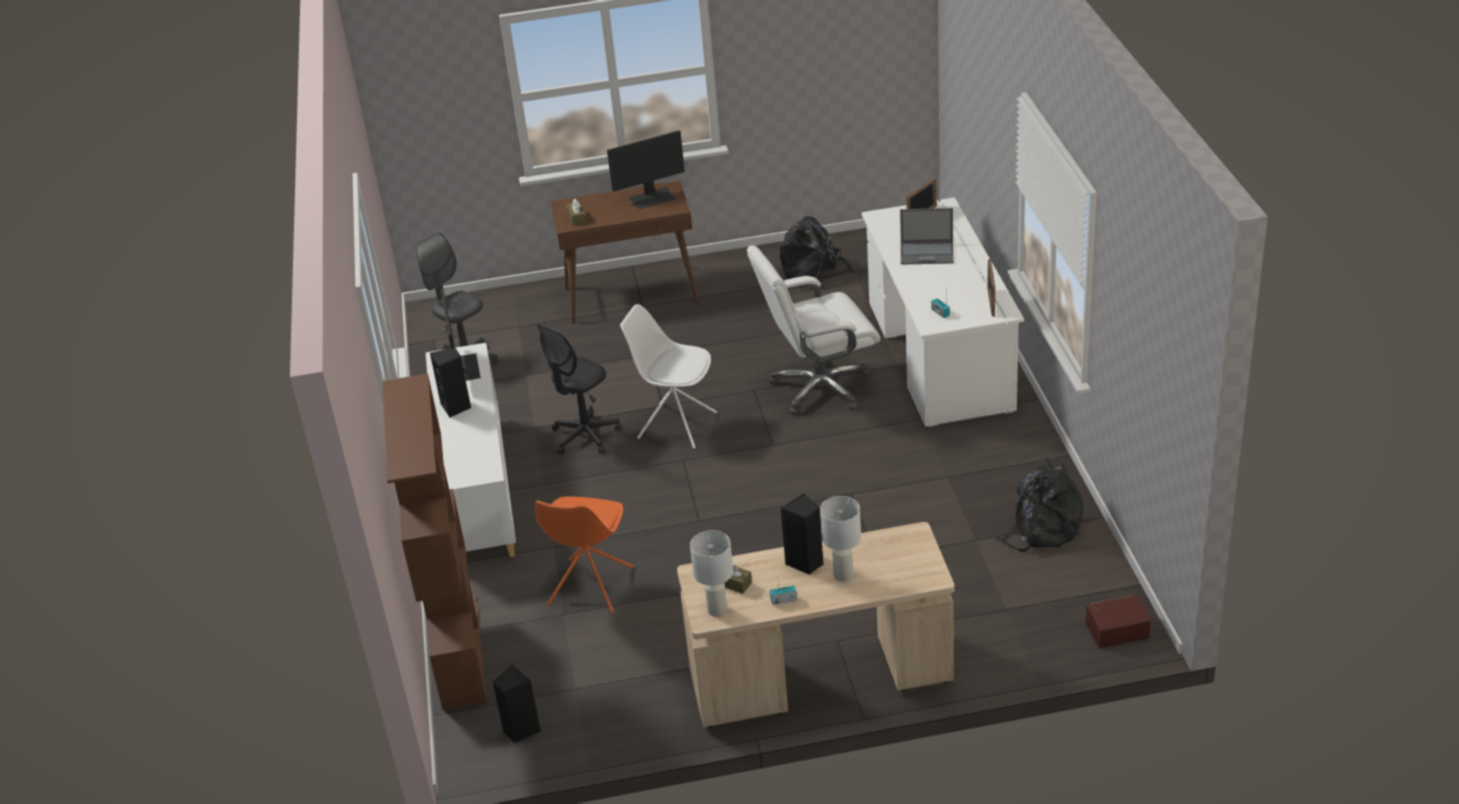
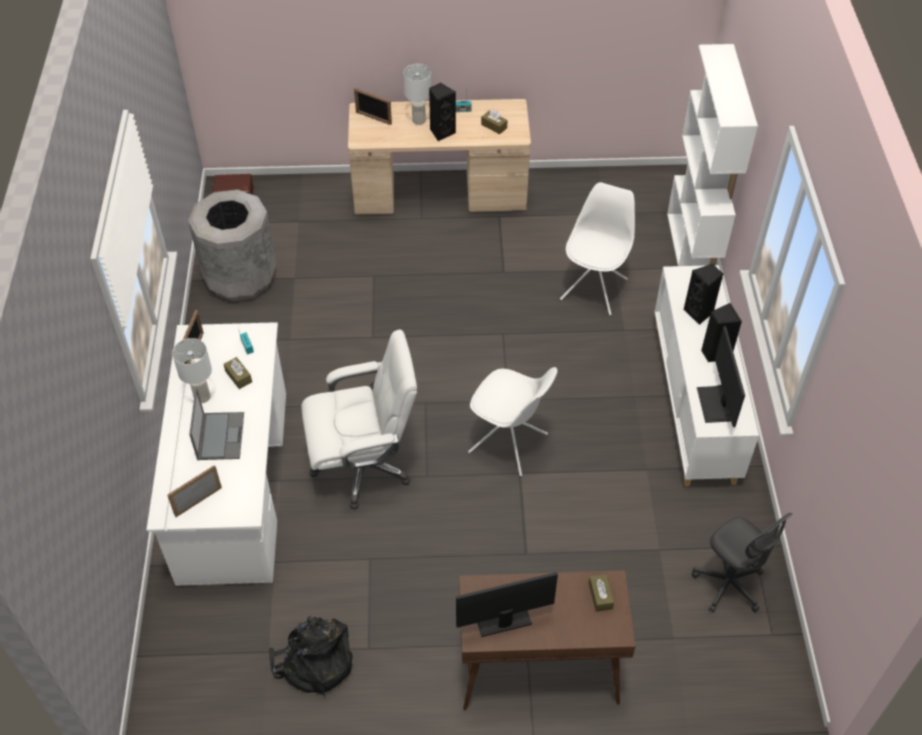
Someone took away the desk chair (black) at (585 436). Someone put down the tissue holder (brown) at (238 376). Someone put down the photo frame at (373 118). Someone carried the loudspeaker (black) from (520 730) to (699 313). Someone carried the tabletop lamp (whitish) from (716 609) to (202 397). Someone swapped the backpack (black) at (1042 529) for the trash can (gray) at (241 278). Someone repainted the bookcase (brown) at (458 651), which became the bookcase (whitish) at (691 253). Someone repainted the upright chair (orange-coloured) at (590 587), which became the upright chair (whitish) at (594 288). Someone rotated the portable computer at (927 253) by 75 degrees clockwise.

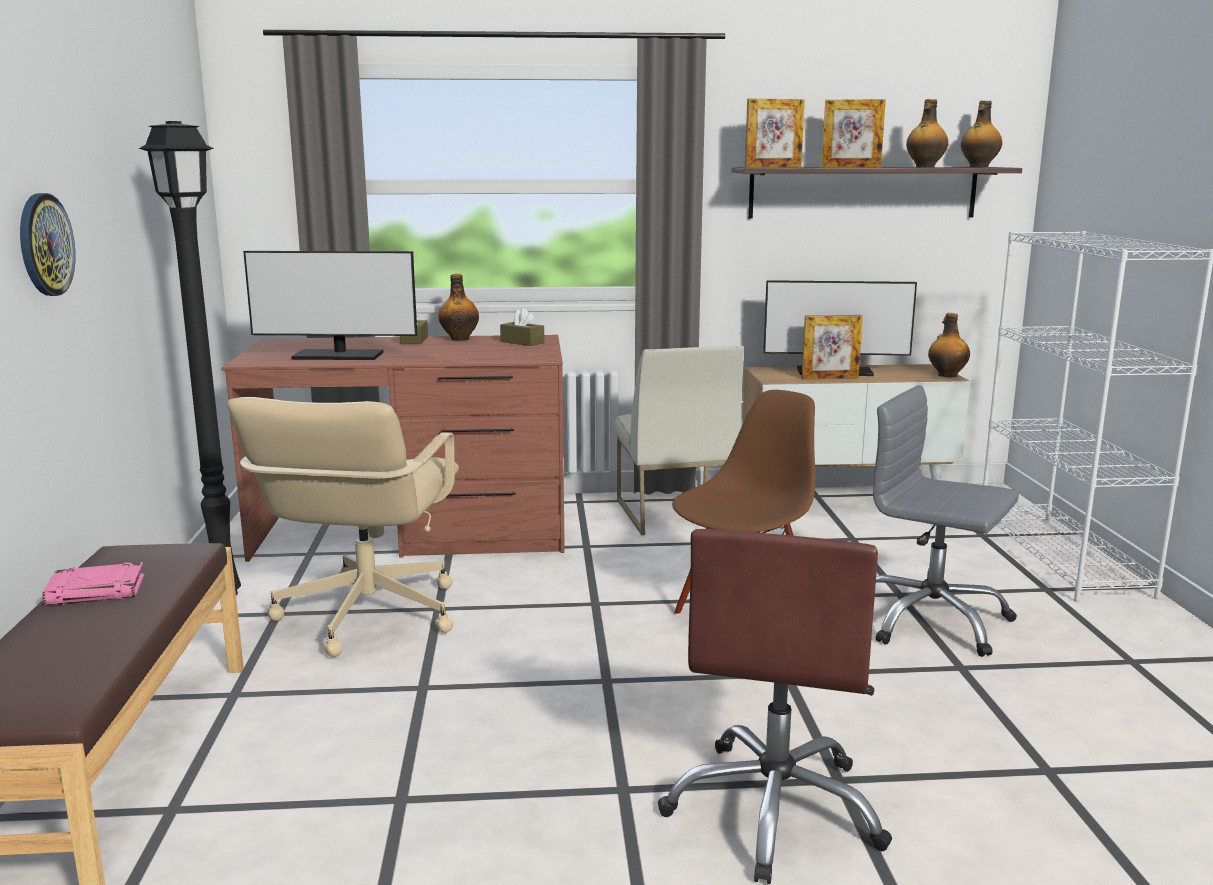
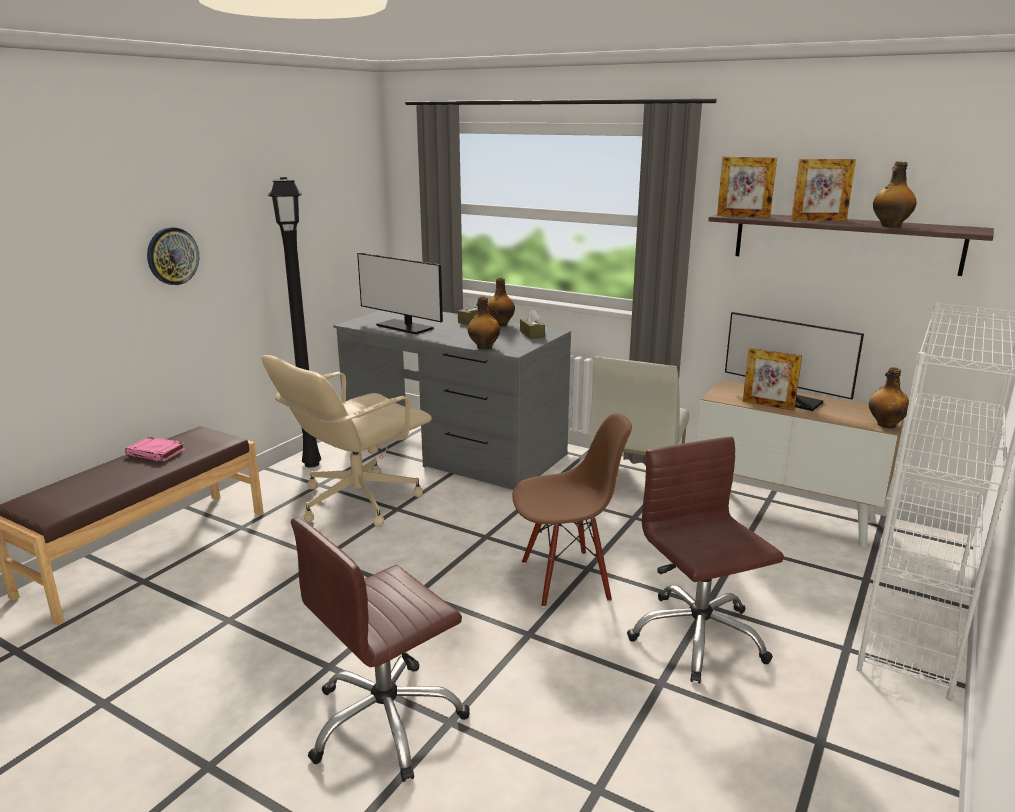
Someone carried the drink bottle from (978 166) to (484 347). Someone repainted the desk unit (brown) at (414 531), which became the desk unit (gray) at (454 450). Someone repainted the desk chair (gray) at (931 621), which became the desk chair (brown) at (697 636). Someone rotated the photo frame at (851 167) by 45 degrees counterclockwise.

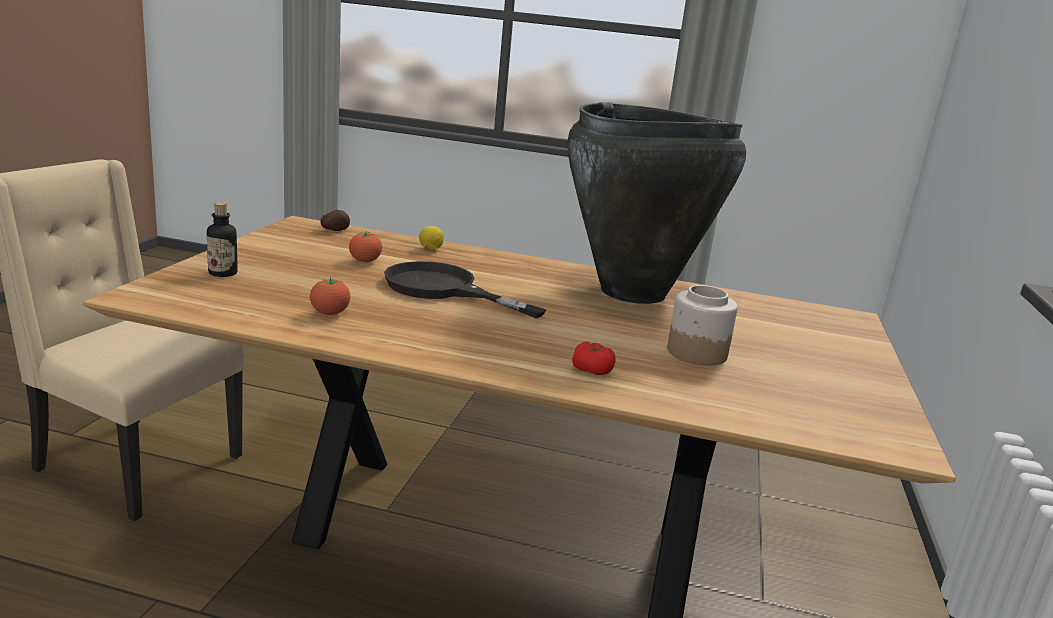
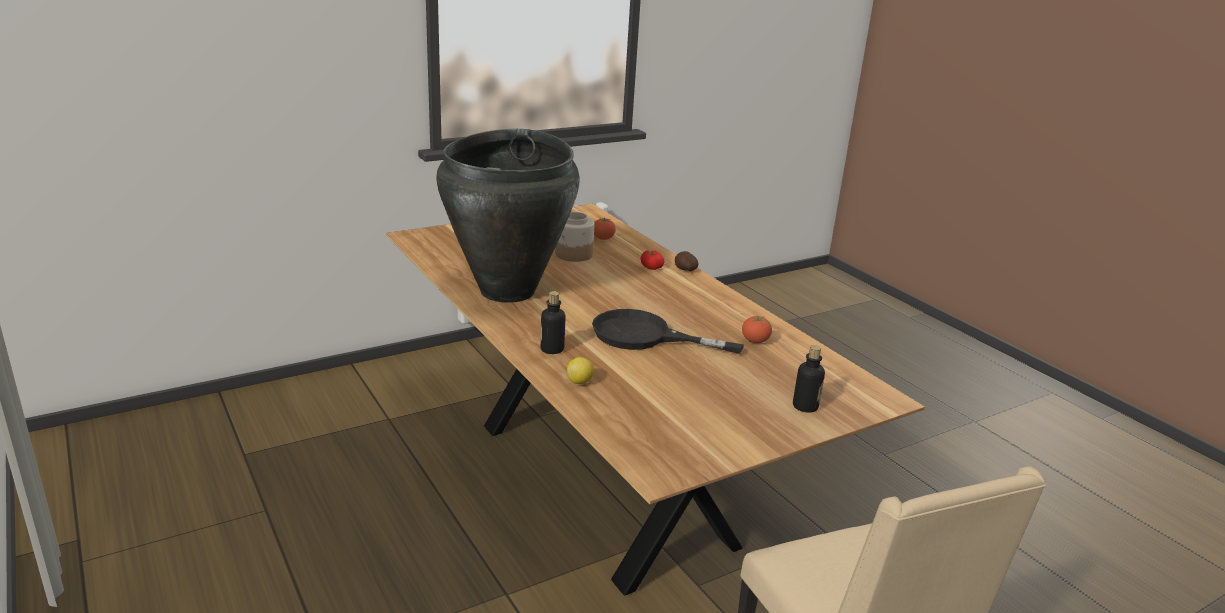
Someone put down the drink bottle at (552 349). Someone carried the spud from (335 230) to (685 270). Someone carried the fresh tomato from (365 261) to (603 239). Someone rotated the frying pan (black) at (443 289) by 120 degrees clockwise.

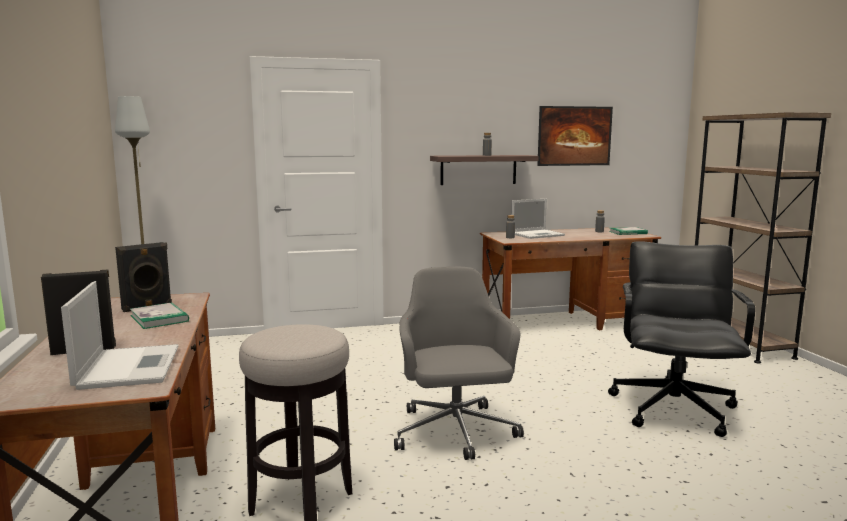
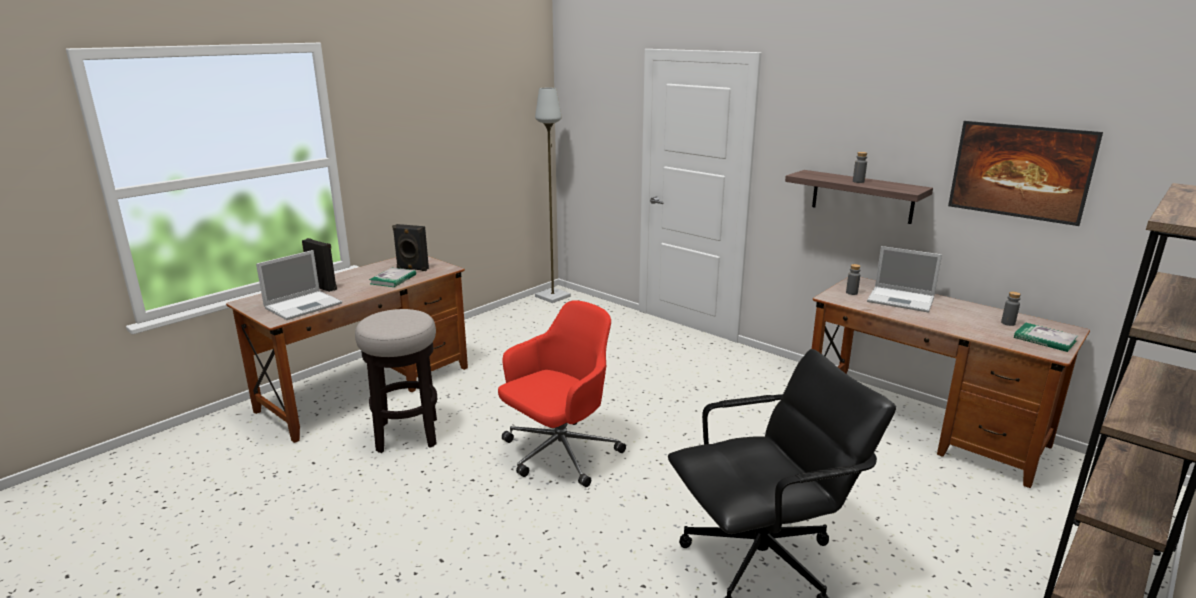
Someone repainted the desk chair (gray) at (455 433), which became the desk chair (red) at (559 454).

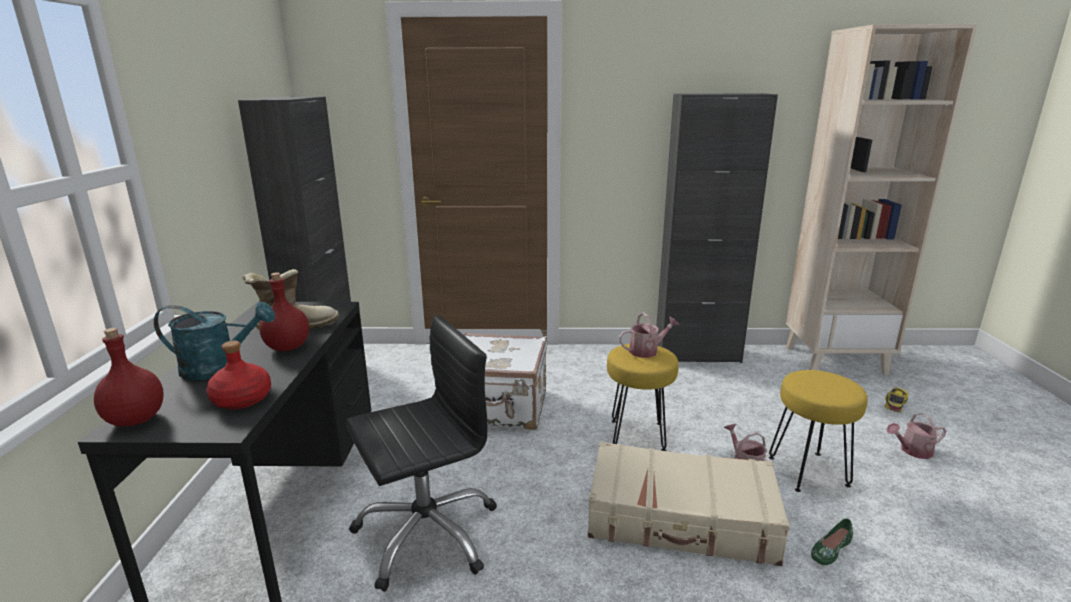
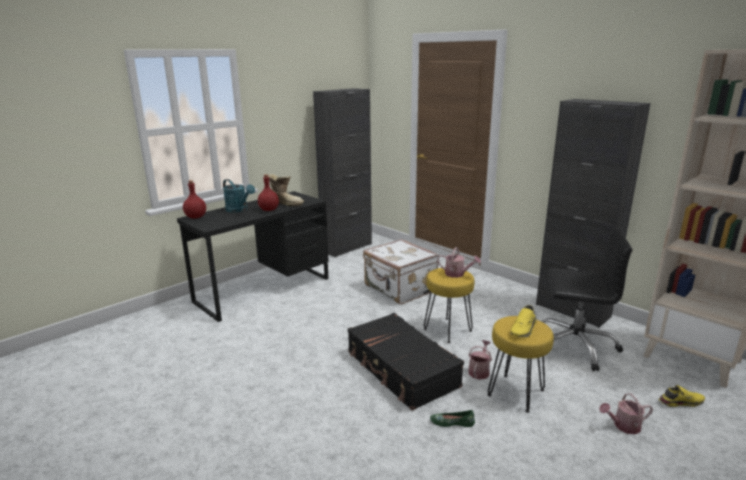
Someone took away the drink bottle (red) at (242 400). Someone put down the low shoe (yellow) at (524 329). Someone carried the desk chair (black) from (426 533) to (574 345). Someone repainted the piece of luggage (beige-coloured) at (681 519), which became the piece of luggage (black) at (401 369). Someone rotated the watering can at (912 451) by 45 degrees counterclockwise.

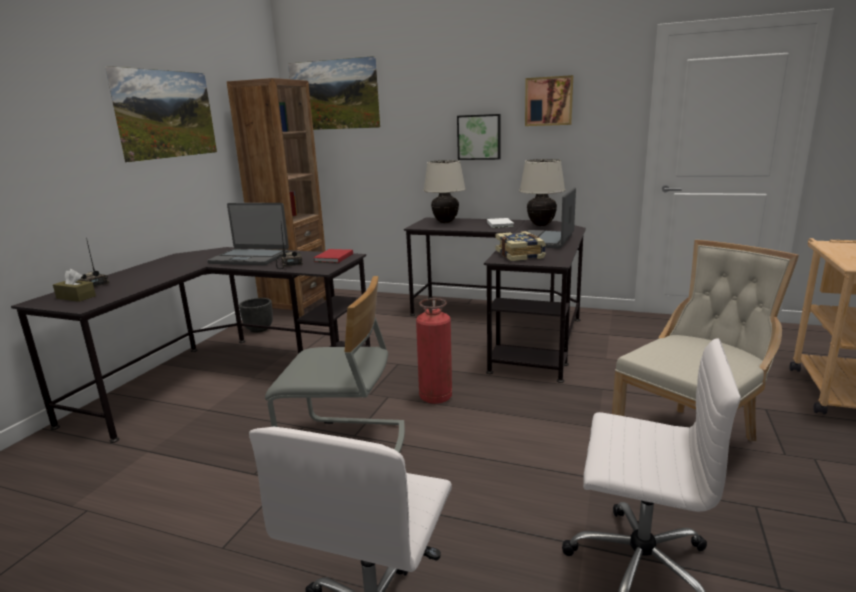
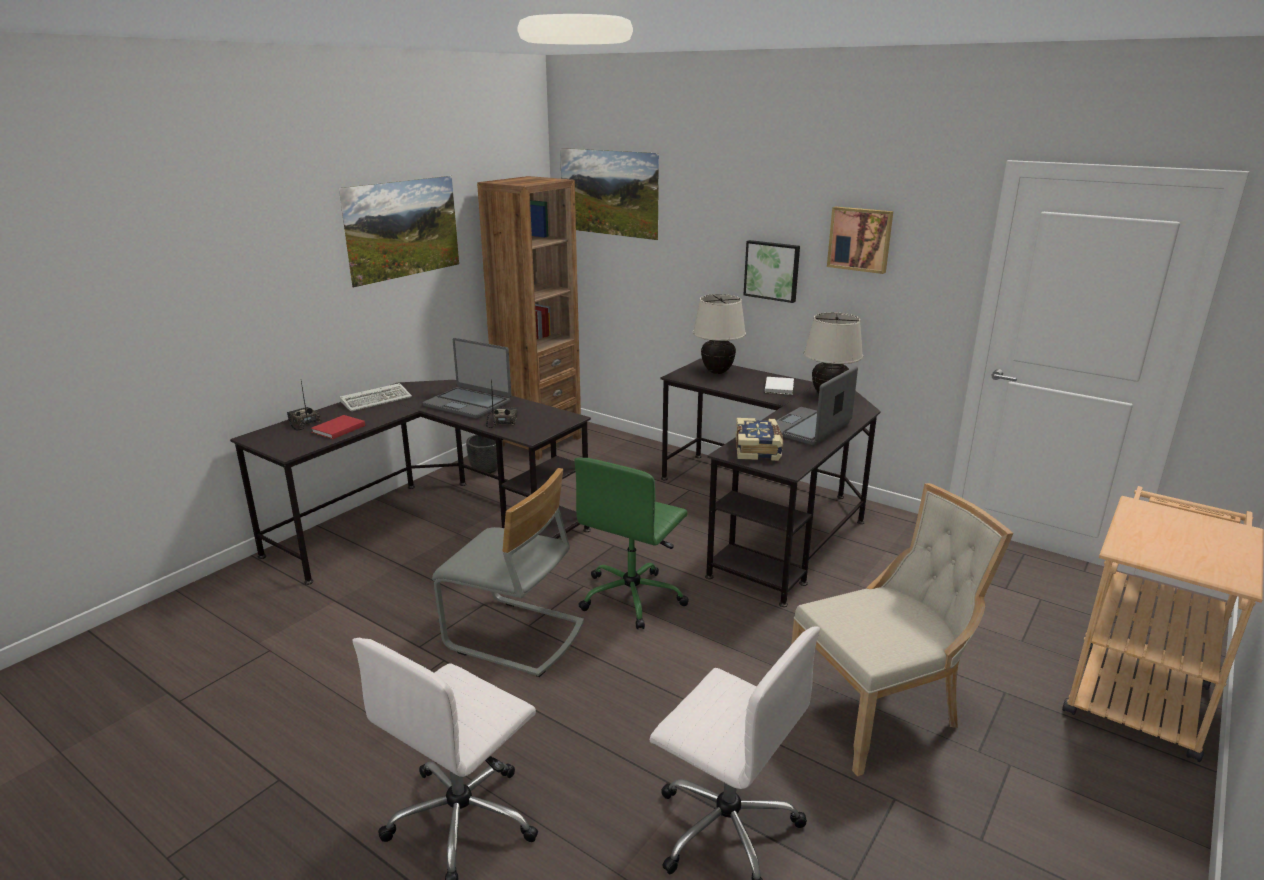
Someone took away the tissue holder (brown) at (76 297). Someone put down the keyboard at (377 400). Someone carried the book (red) from (333 258) to (337 429). Someone swapped the fire extinguisher at (435 397) for the desk chair (green) at (632 597).

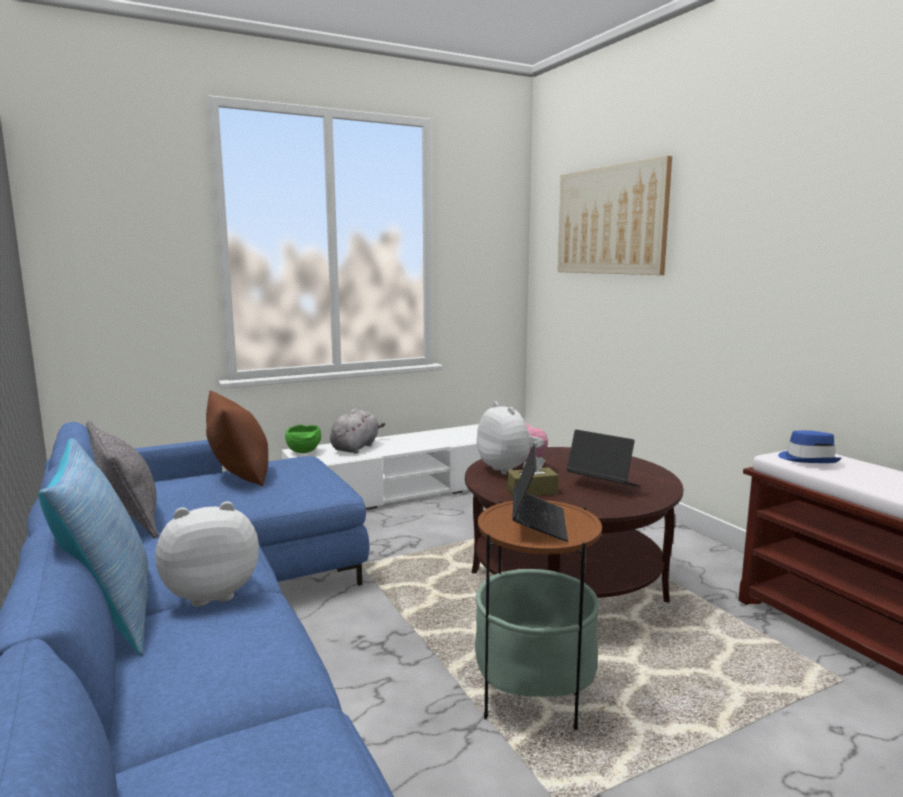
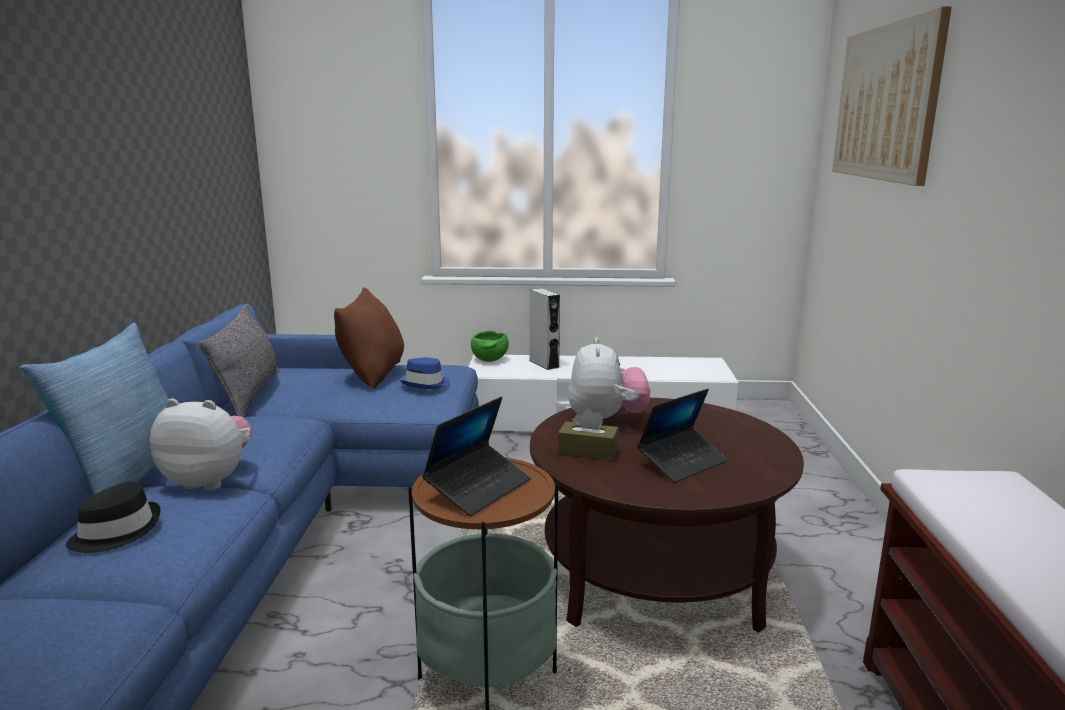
Someone put down the wearable hat (black) at (116 531). Someone carried the wearable hat (blue) from (808 459) to (426 384). Someone swapped the plush toy (gray) at (356 447) for the loudspeaker (gray) at (544 364). Someone rotated the portable computer at (602 485) by 75 degrees clockwise.

